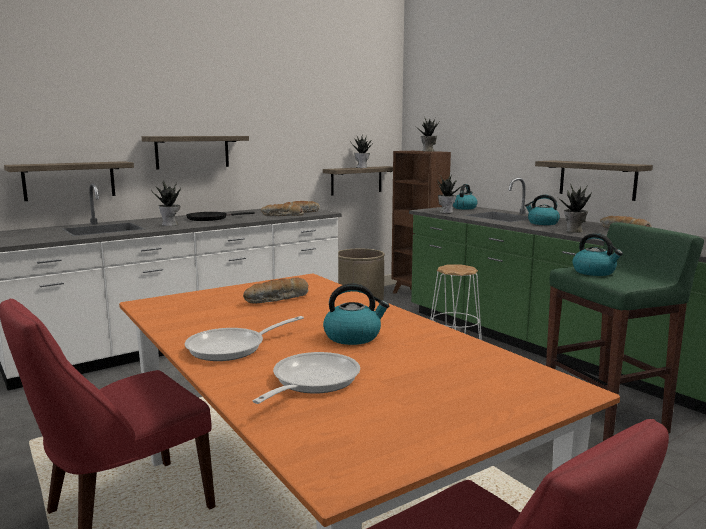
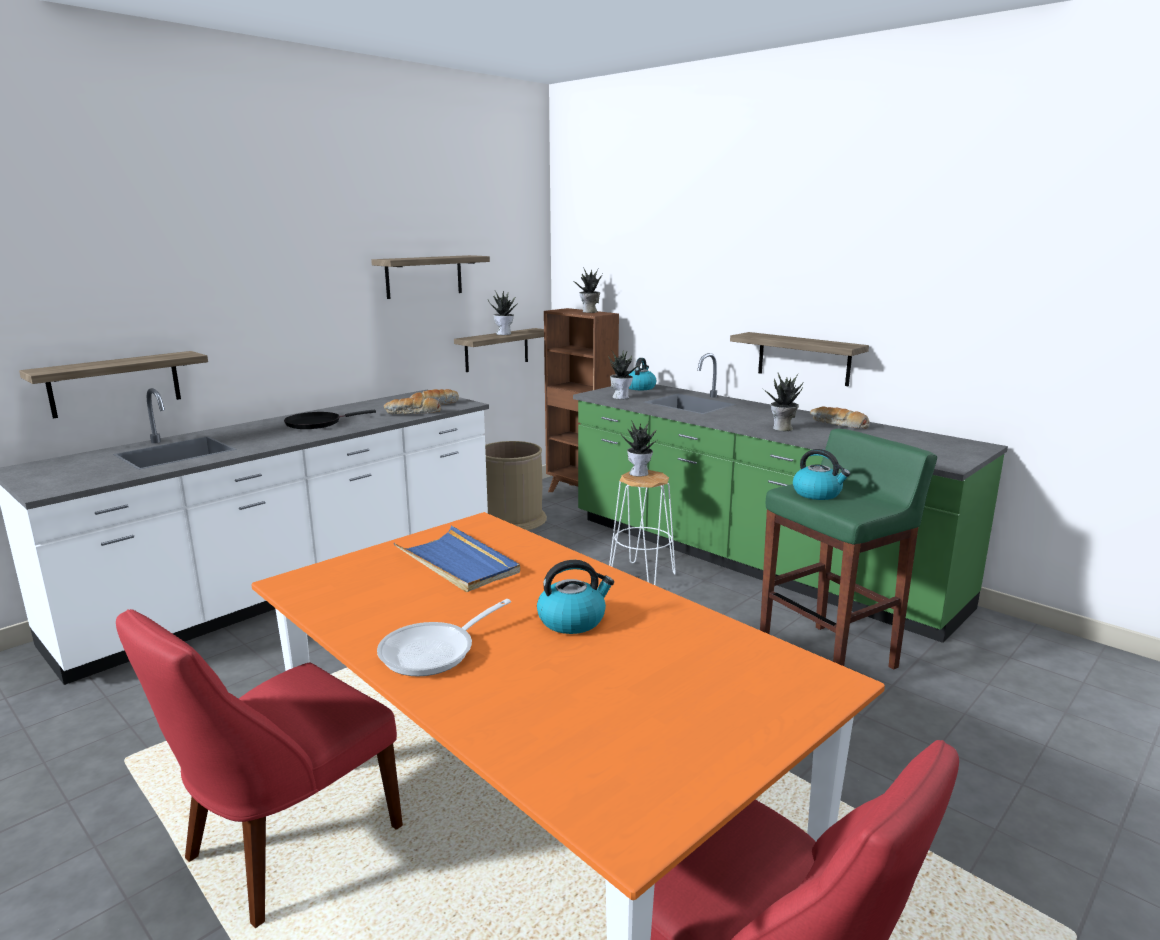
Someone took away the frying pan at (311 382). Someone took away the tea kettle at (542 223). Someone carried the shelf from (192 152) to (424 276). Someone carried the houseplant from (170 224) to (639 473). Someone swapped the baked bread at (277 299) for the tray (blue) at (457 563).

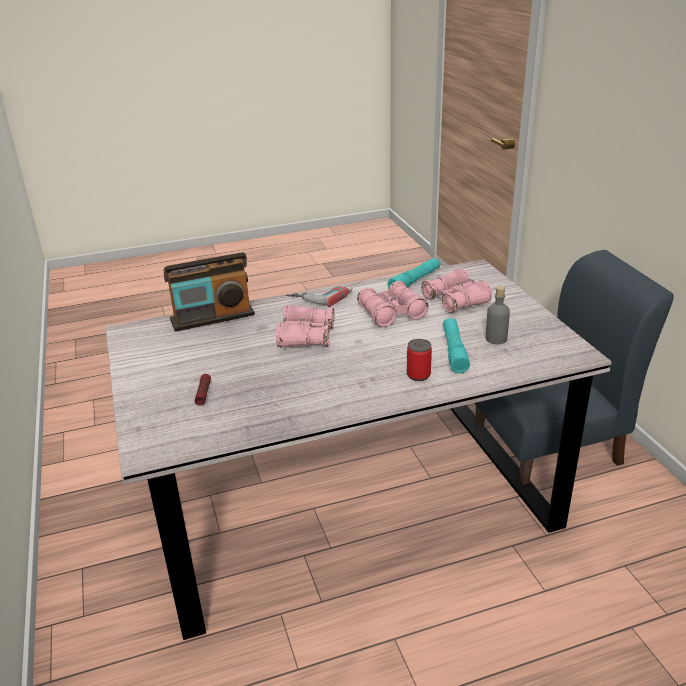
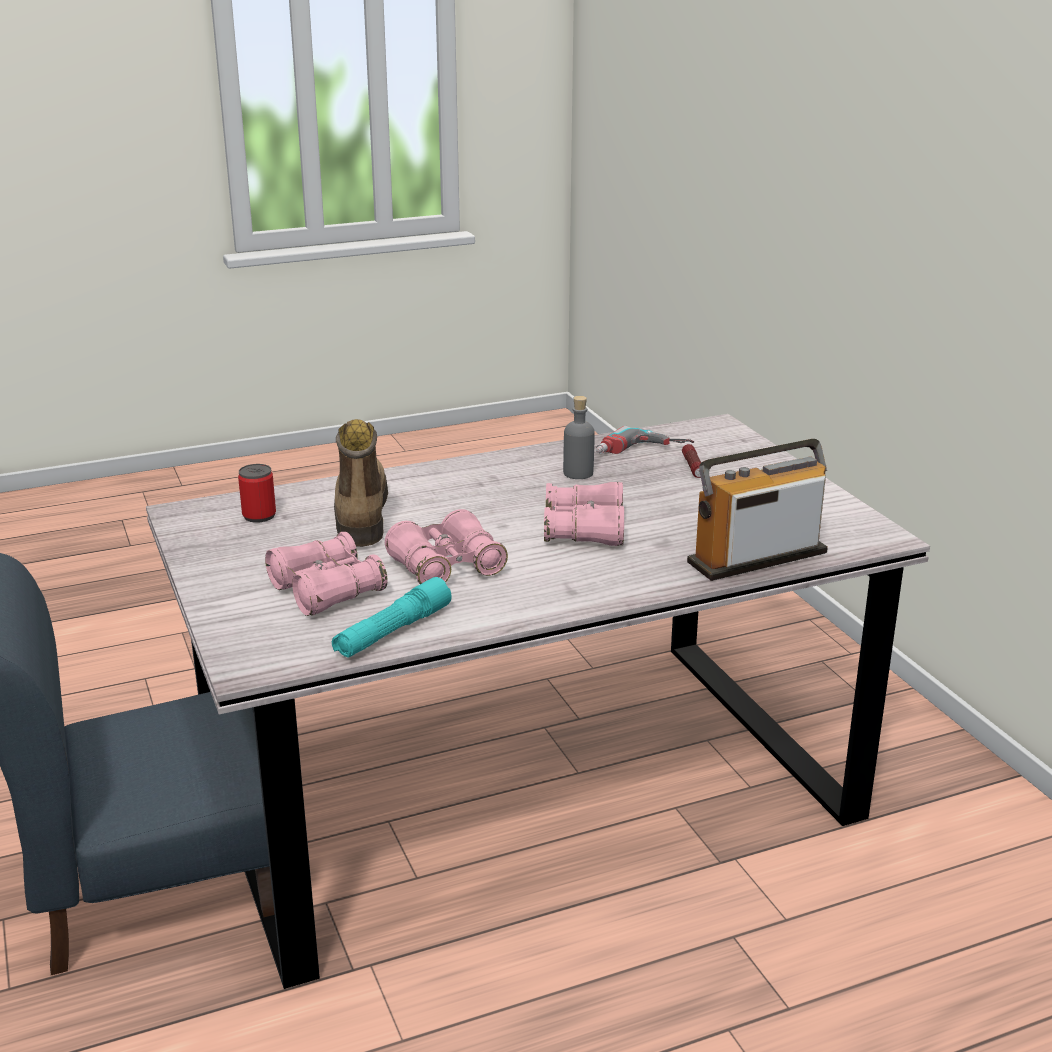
Someone carried the electric drill from (320 296) to (642 452). Someone carried the can from (418 375) to (259 516). Someone carried the drink bottle (gray) from (496 339) to (578 473). Someone swapped the torch (turquoise) at (454 351) for the high-top boot at (360 514).

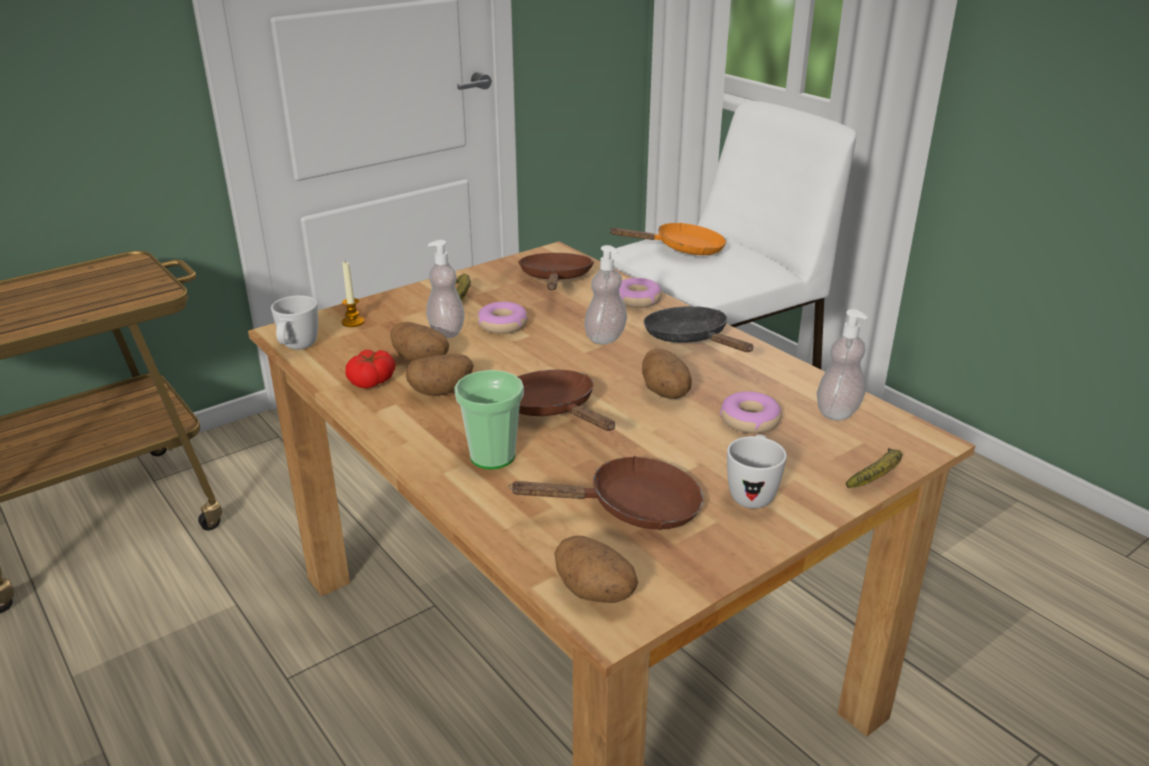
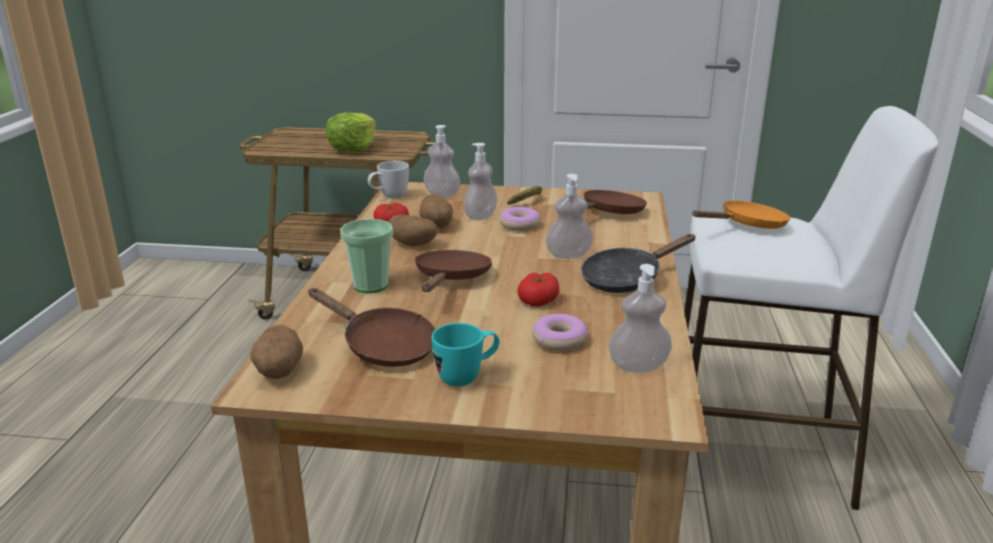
Someone took away the donut at (637 300). Someone took away the whole banana at (877 476). Someone put down the lettuce at (353 148). Someone swapped the wax candle at (353 322) for the soap dispenser at (442 194). Someone swapped the spud at (666 393) for the fresh tomato at (538 300). Someone repainted the tea mug (whitish) at (752 493), which became the tea mug (turquoise) at (467 377). Someone rotated the frying pan (orange-coloured) at (682 249) by 60 degrees counterclockwise. Someone rotated the frying pan (black) at (691 339) by 135 degrees counterclockwise.

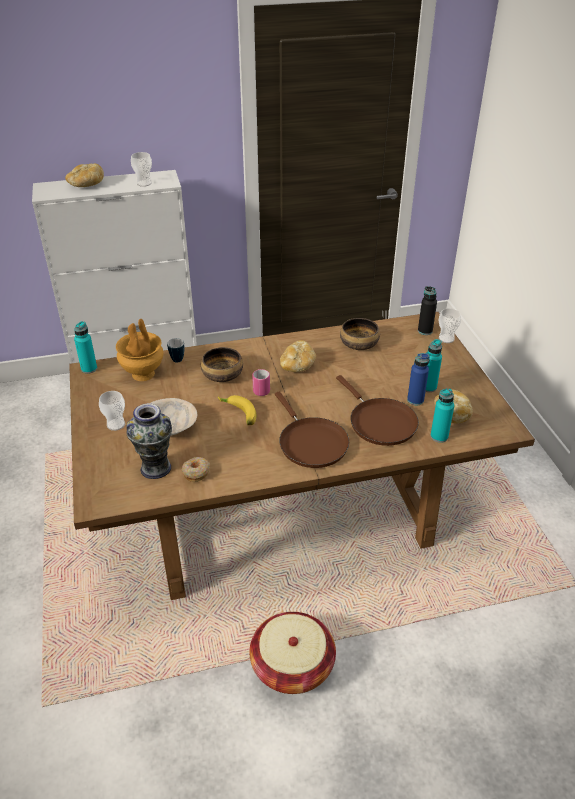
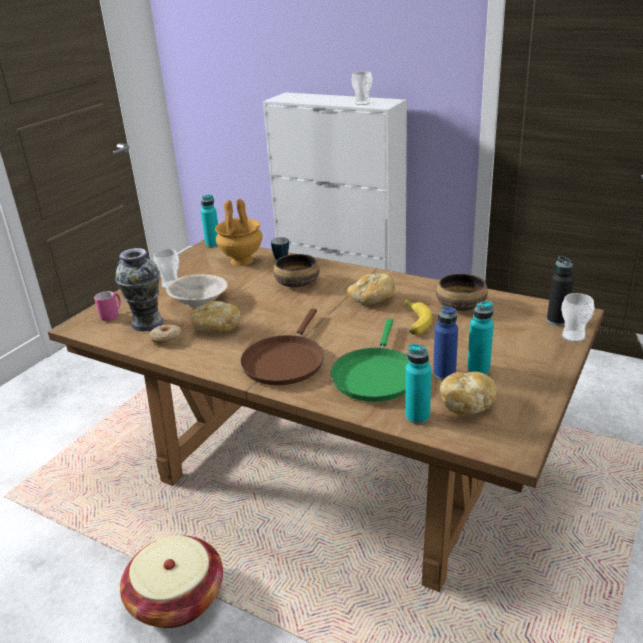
Someone carried the baked bread from (86 185) to (215 328). Someone carried the whole banana from (238 414) to (413 323). Someone carried the tea mug (pinkish) from (261 389) to (112 315). Someone repainted the frying pan (brown) at (379 422), which became the frying pan (green) at (375 375).

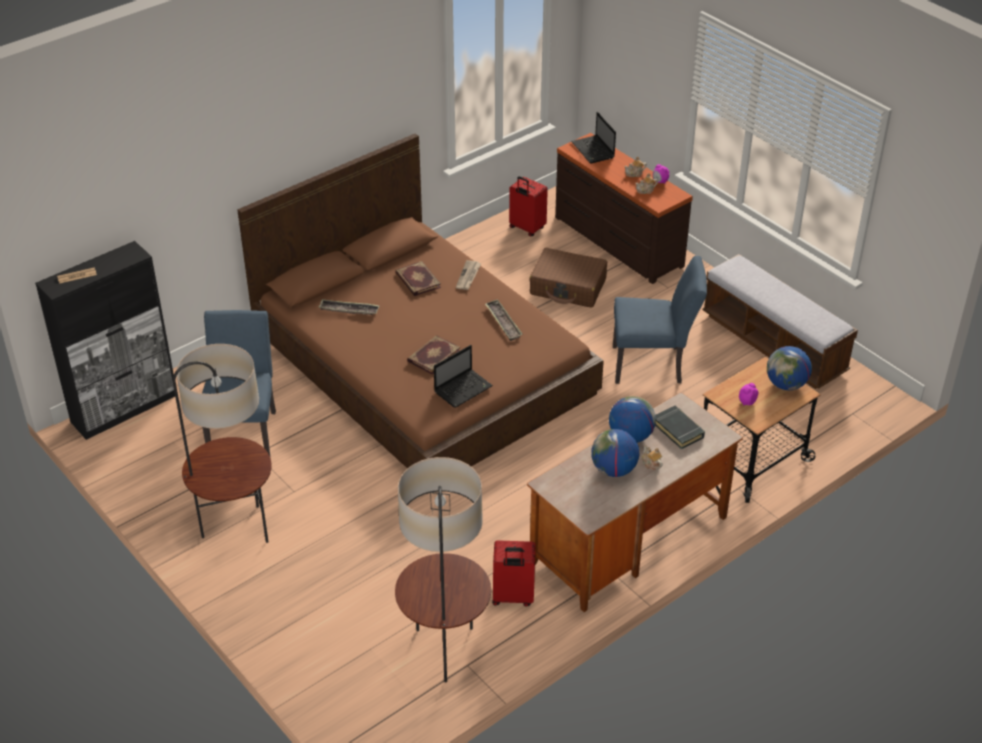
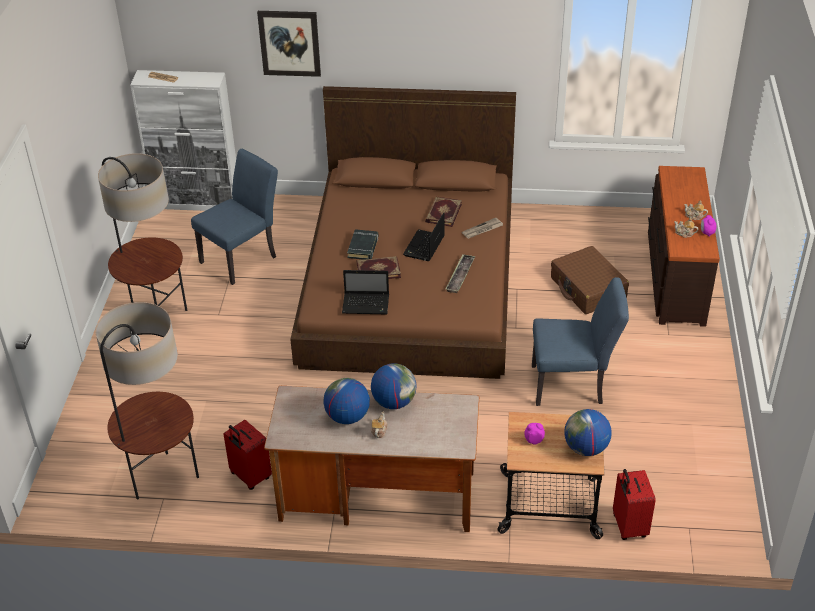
Someone took away the tray at (349 310). Someone took away the indoor bench at (773 344). Someone put up the wall art at (289 43). Someone carried the piece of luggage (red) from (526 228) to (628 526). Someone carried the portable computer from (593 151) to (424 247). Someone carried the book (black) from (678 430) to (363 247). Someone repainted the storage cabinet (black) at (125 408), which became the storage cabinet (whitish) at (198 202). Someone rotated the upright chair (blue) at (653 365) by 45 degrees counterclockwise.

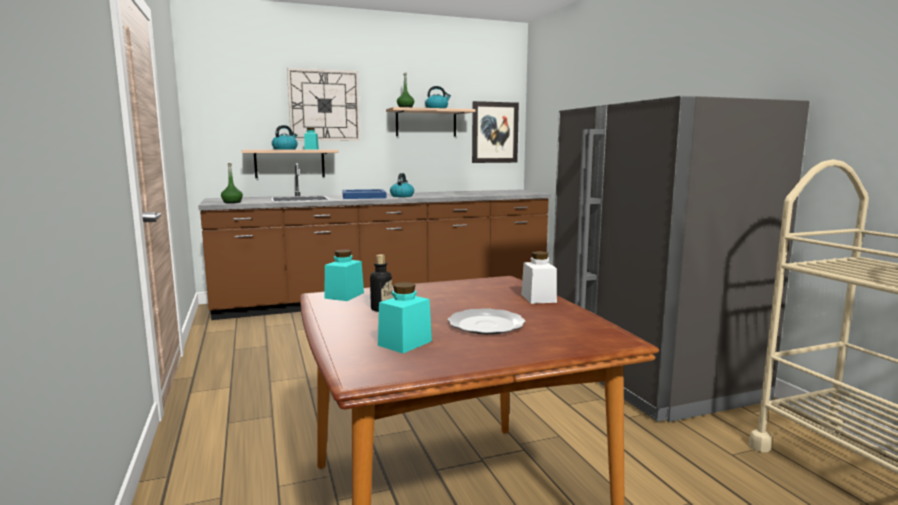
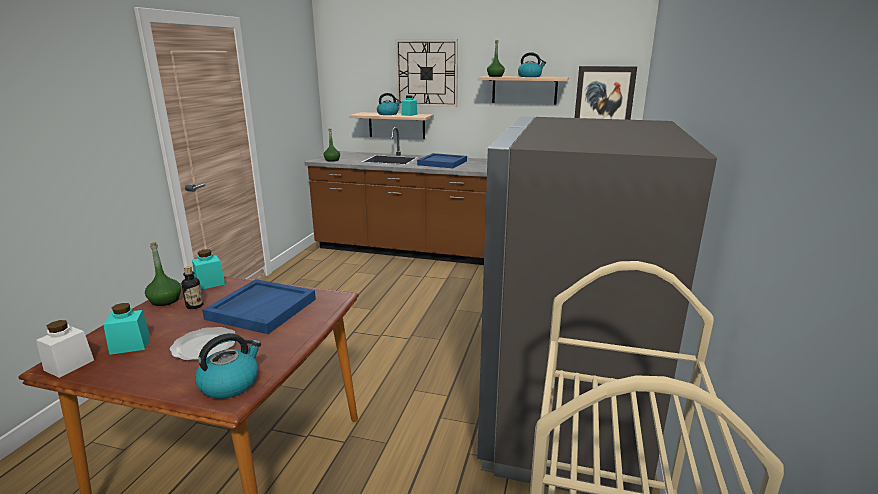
Someone put down the drink bottle (green) at (165 300). Someone put down the tray (blue) at (261 308). Someone carried the tea kettle from (402 196) to (230 383). Someone carried the jar (whitish) from (538 298) to (69 365).

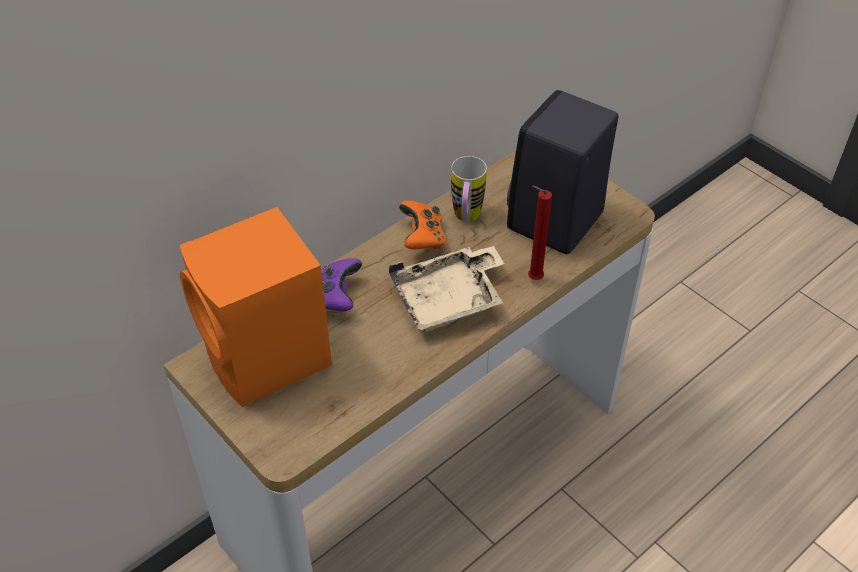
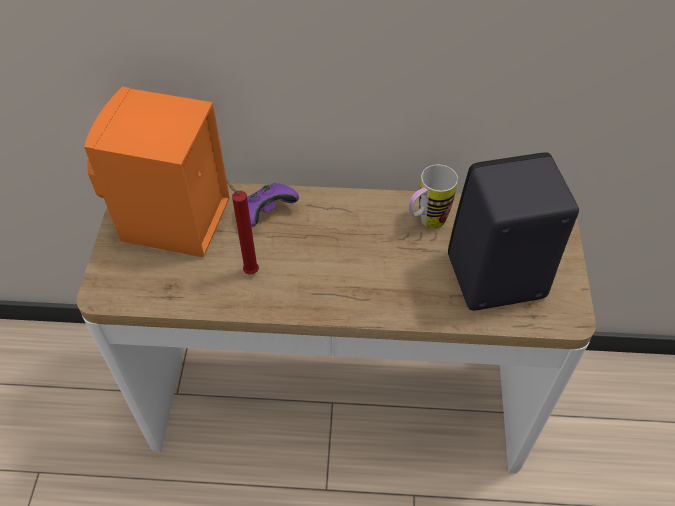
Someone took away the tray (beige-coloured) at (449 299). Someone took away the game controller (orange-coloured) at (422 238). Someone carried the wax candle (red) from (532 279) to (249 270).

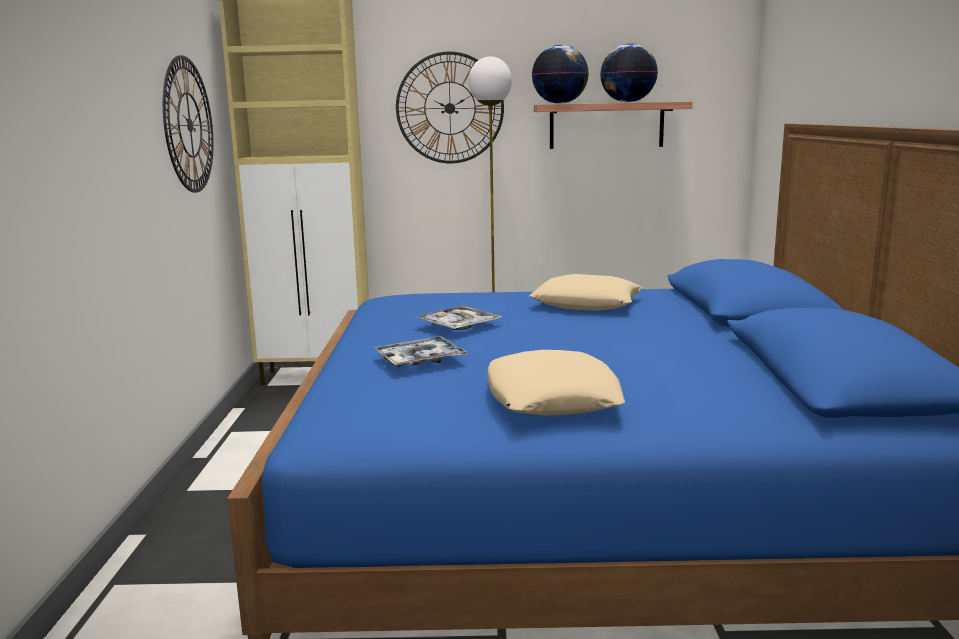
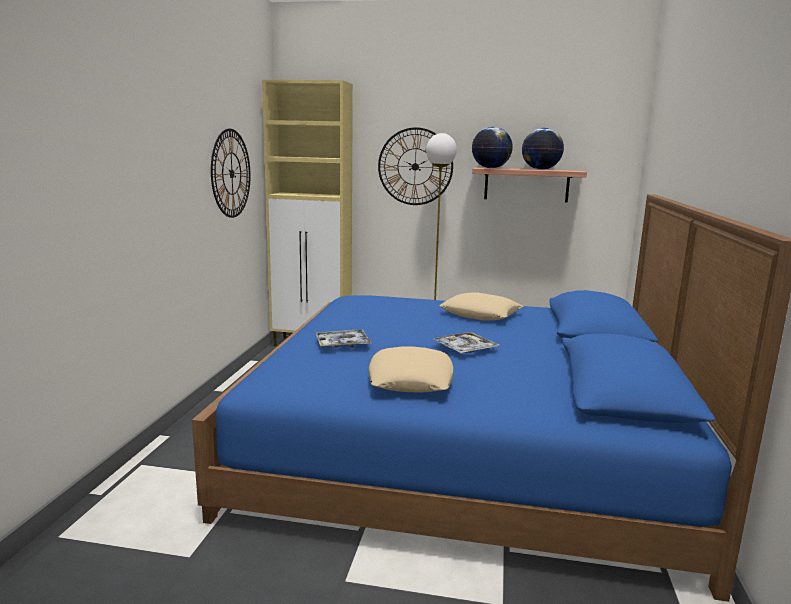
Someone carried the tray from (458 326) to (465 349).

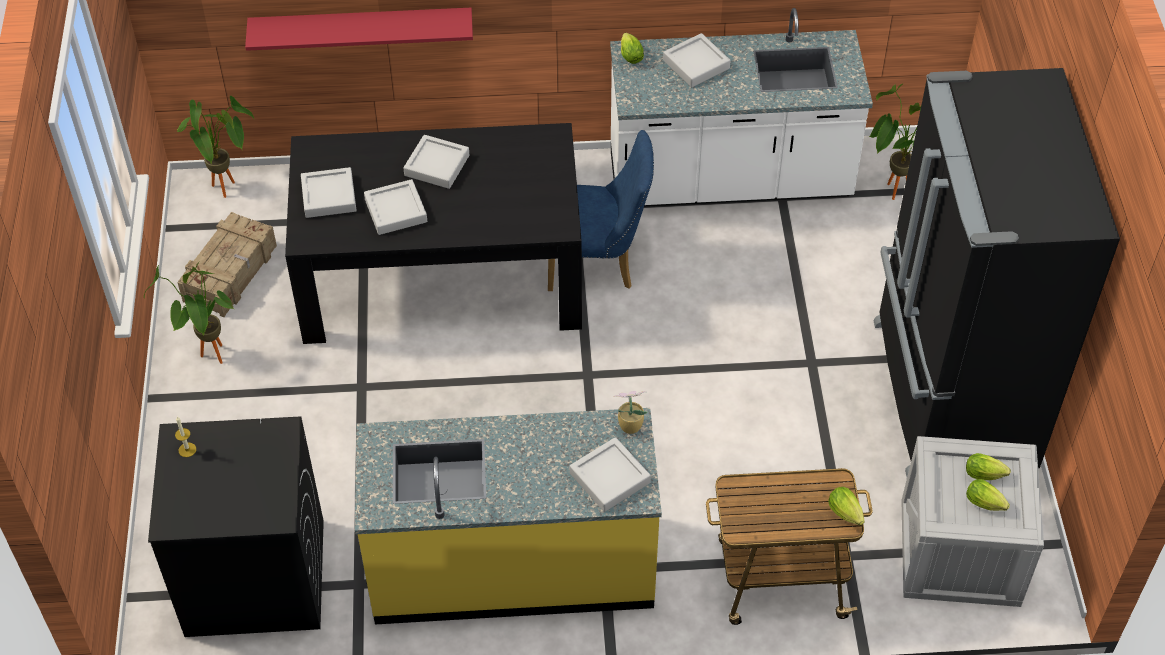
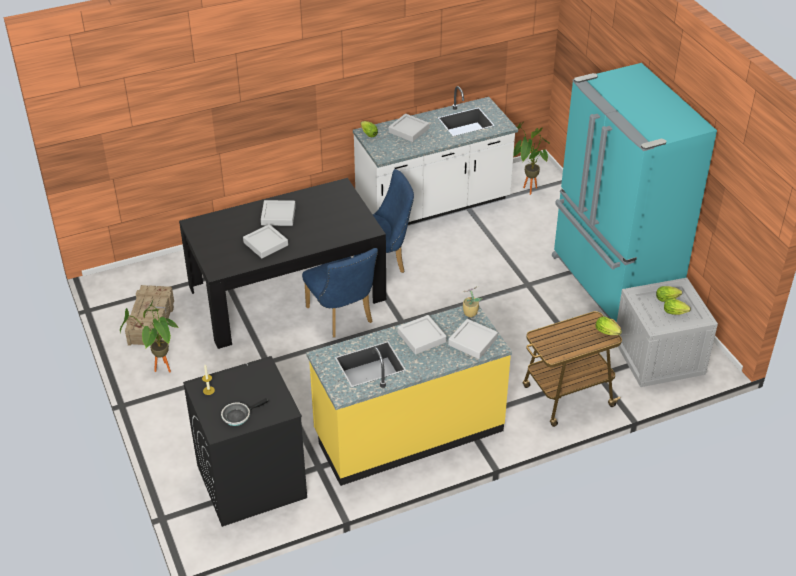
Someone took away the houseplant at (228 191). Someone took away the shelf (red) at (361 28). Someone put down the frying pan at (238 416). Someone put down the upright chair (blue) at (342 318). Someone carried the tray (gray) from (329 196) to (421 337). Someone repainted the fridge (black) at (949 395), which became the fridge (turquoise) at (612 282).

